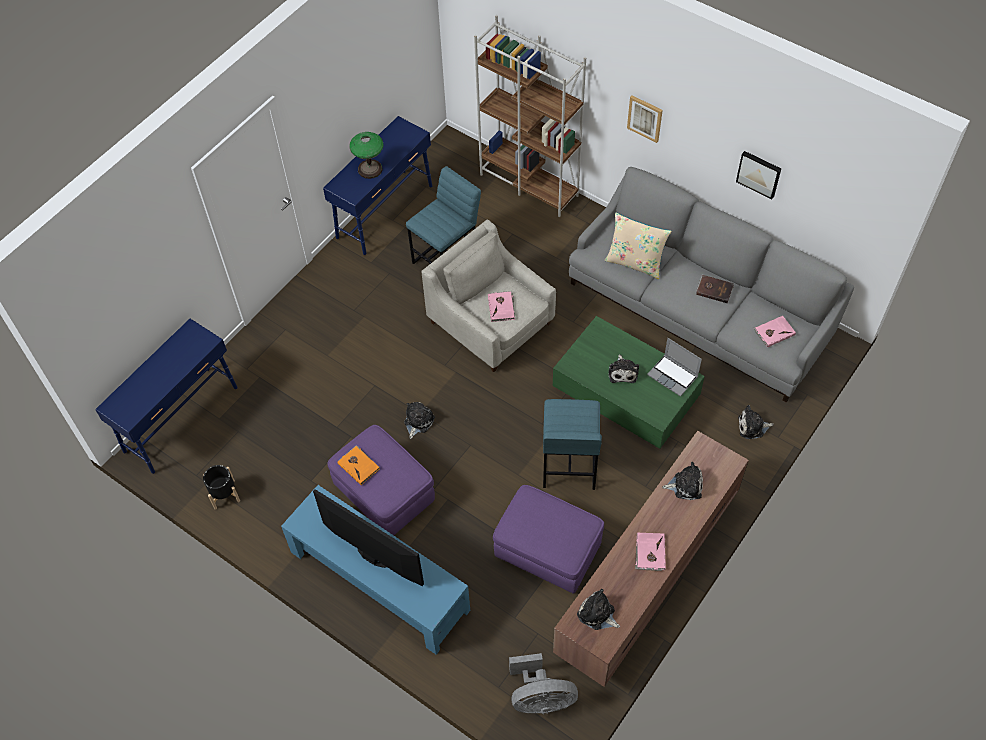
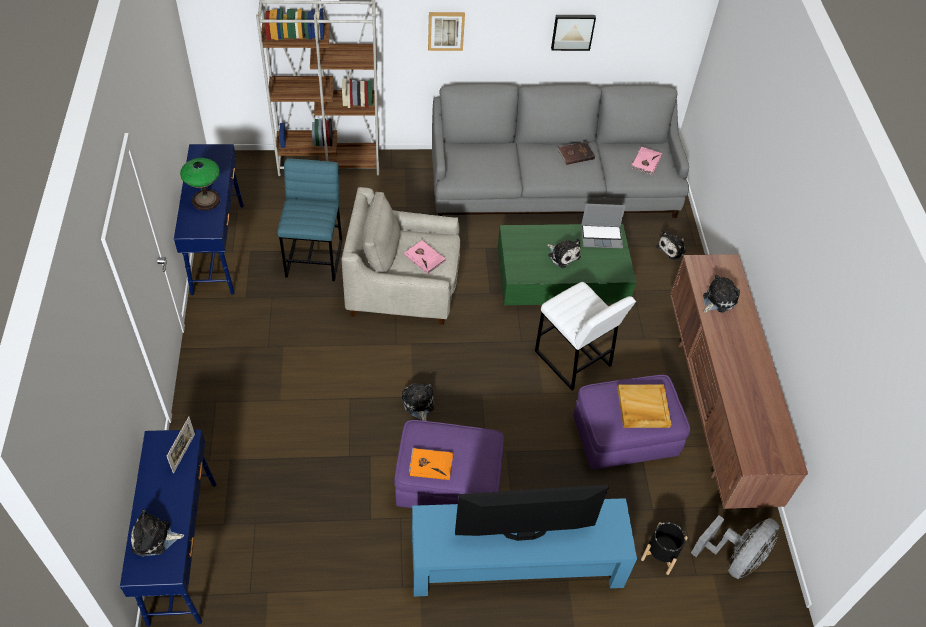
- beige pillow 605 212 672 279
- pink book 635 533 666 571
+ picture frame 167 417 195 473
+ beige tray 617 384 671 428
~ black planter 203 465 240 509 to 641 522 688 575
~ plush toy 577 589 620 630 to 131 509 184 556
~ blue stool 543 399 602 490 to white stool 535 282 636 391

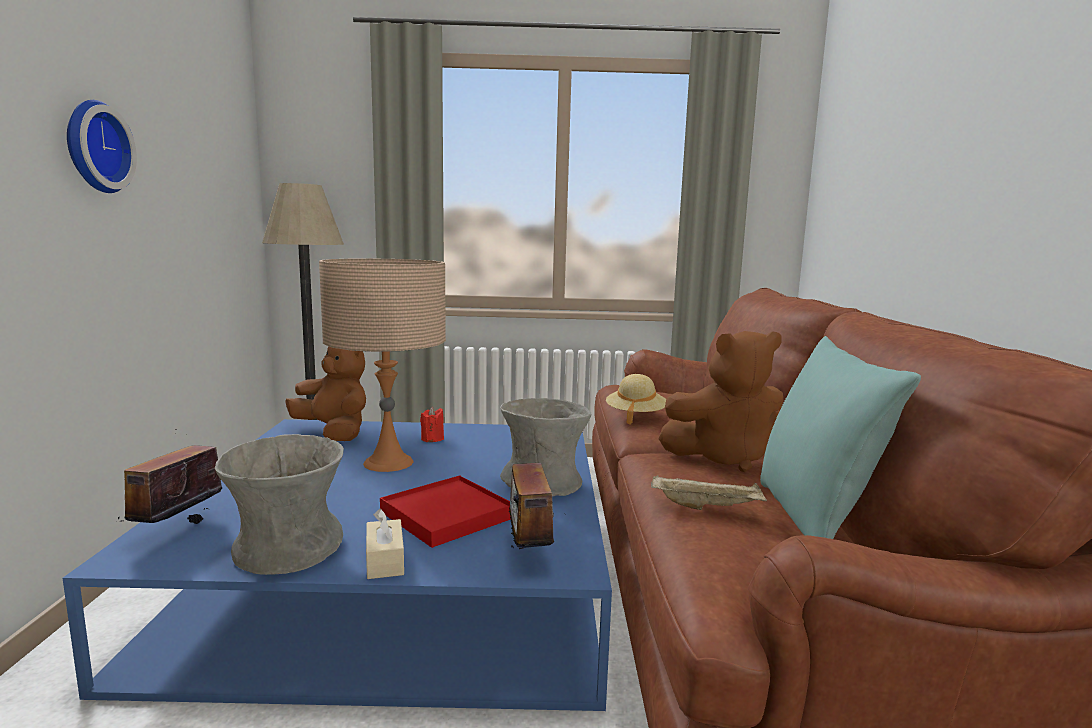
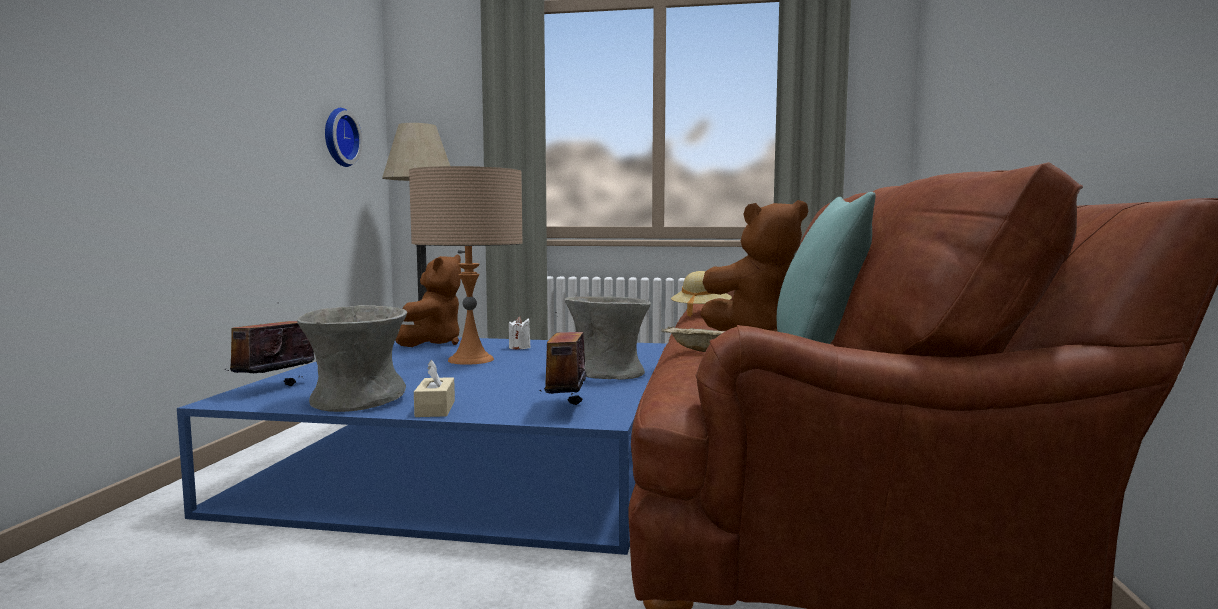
- red tray 380 475 511 548
~ wall clock 67 100 137 193 to 325 108 362 167
~ red candle 420 407 444 442 to white candle 509 316 531 349
~ brown plush toy 285 346 366 441 = 395 254 461 347 60 degrees clockwise

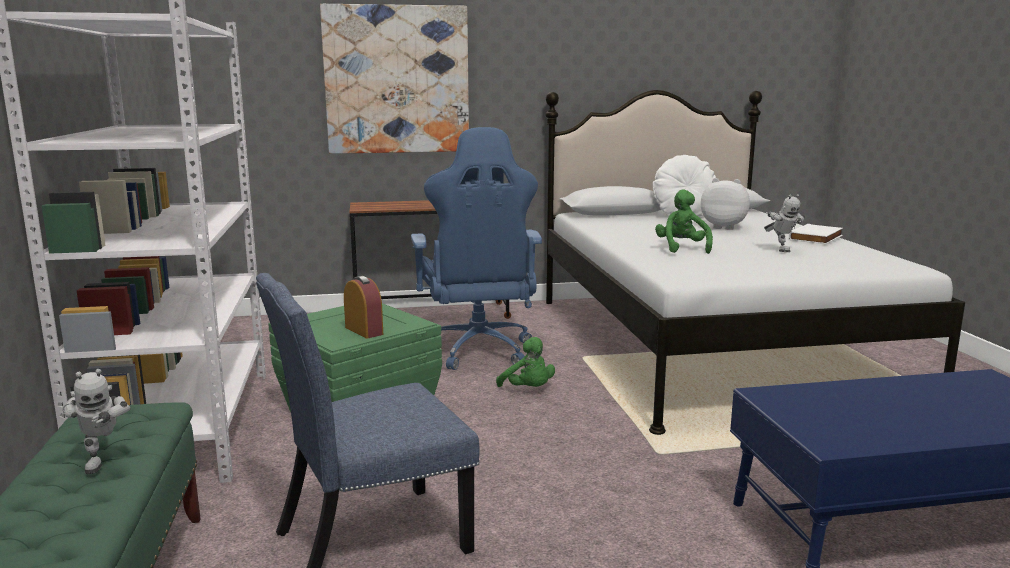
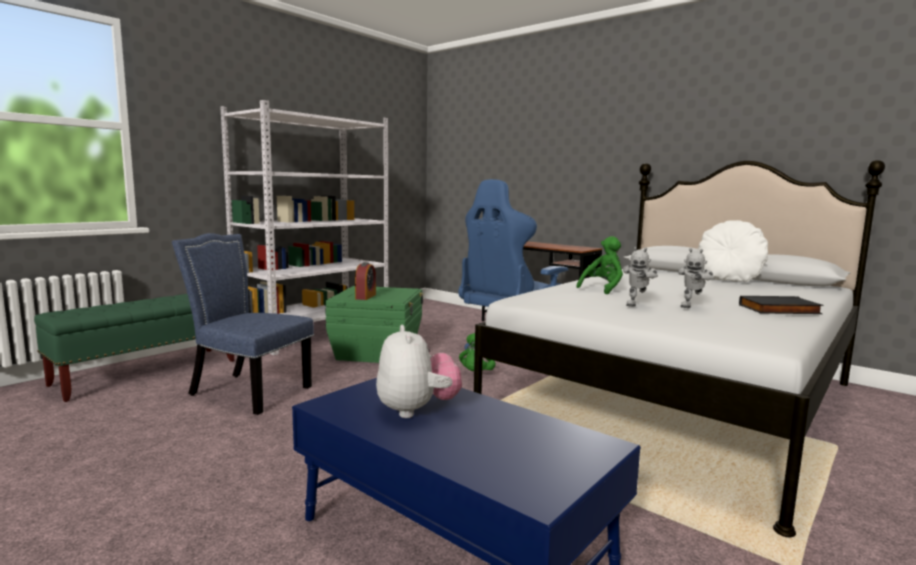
- picture 320 4 469 154
~ toy robot 63 369 131 474 to 623 247 658 307
~ plush toy 701 178 750 230 to 376 324 462 418
~ white book 789 224 843 244 to black book 739 296 823 314

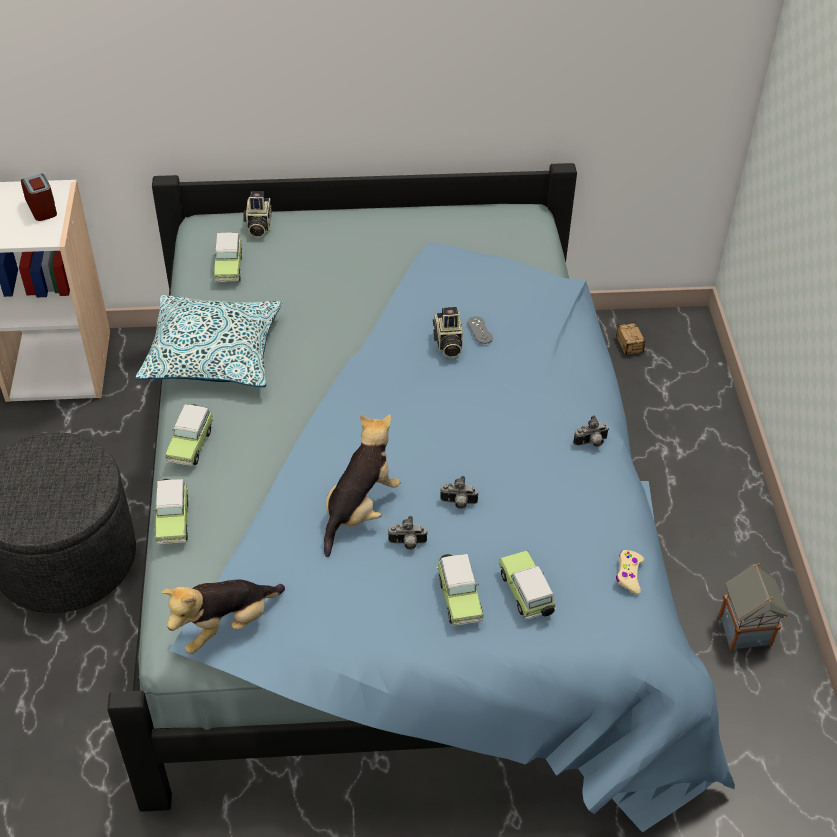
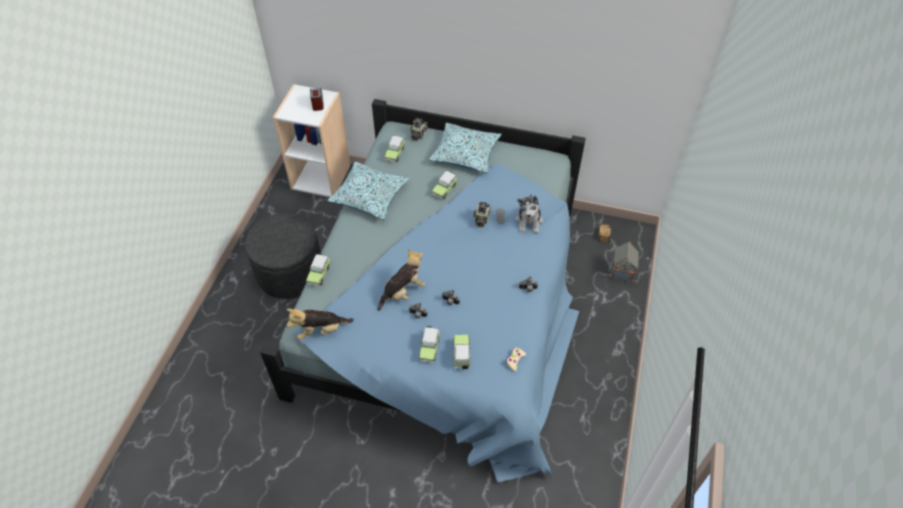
+ pillow 429 123 502 173
+ plush toy 515 194 543 234
~ toy car 165 404 214 466 to 431 171 458 199
~ toy house 719 563 789 651 to 611 242 639 282

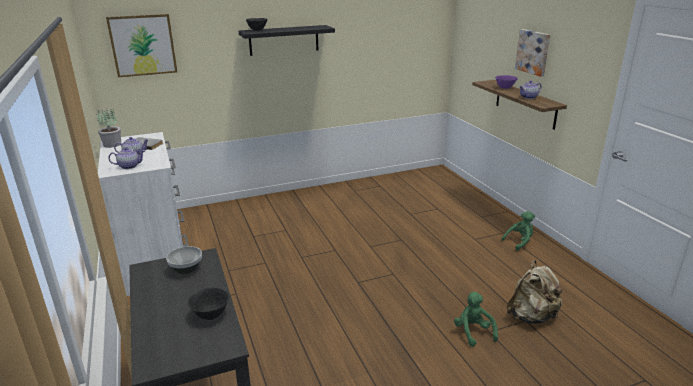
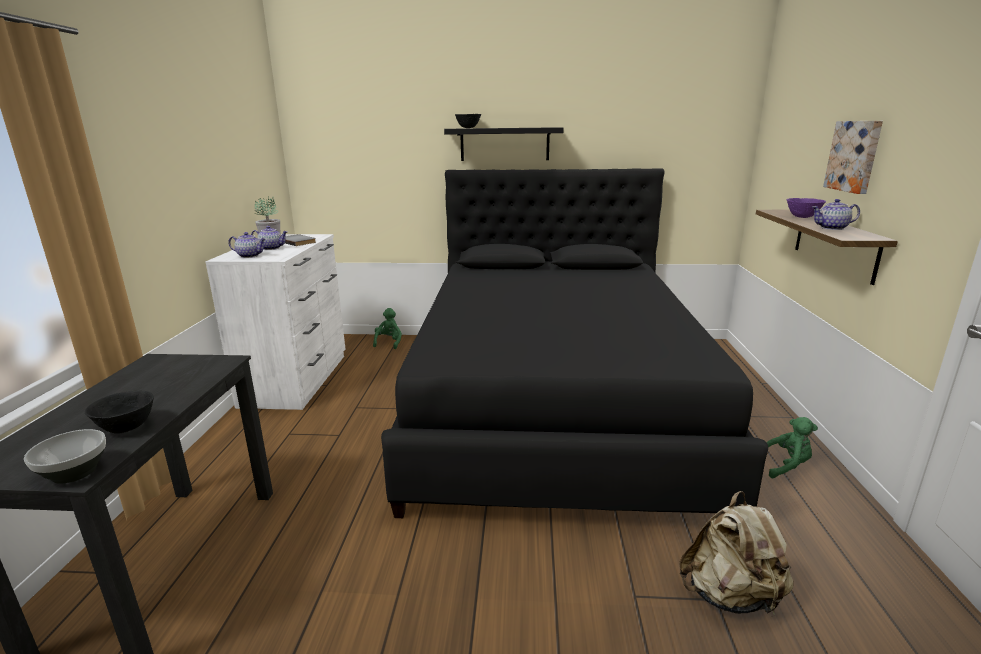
- picture 106 14 177 77
+ black bed 381 168 768 518
~ bowl 166 246 202 274 to 24 429 106 484
~ green plush toy 454 292 498 347 to 373 308 402 349

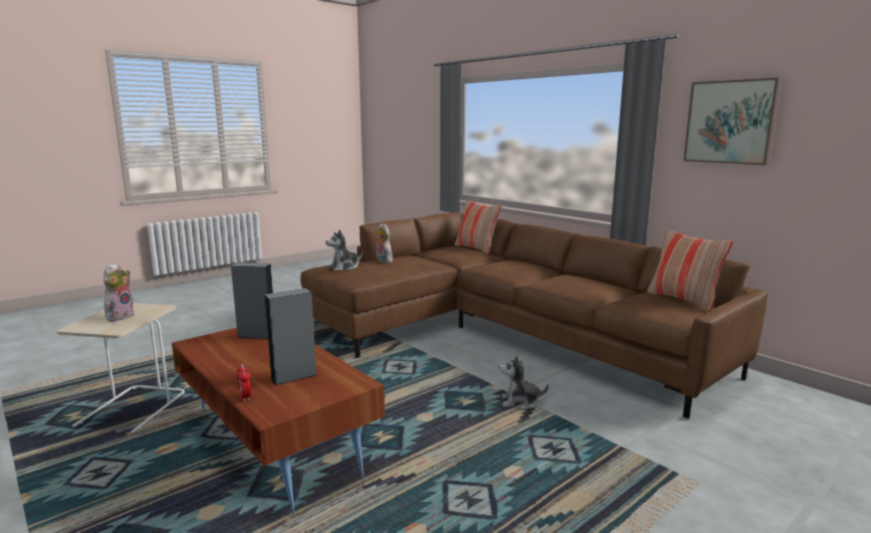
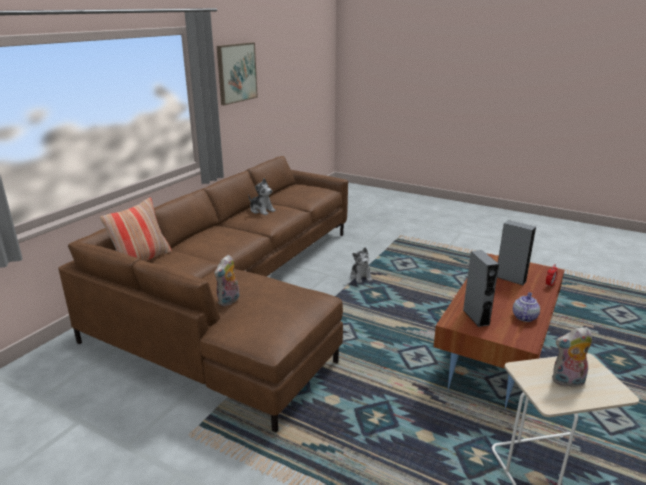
- pillow 647 230 733 311
+ teapot 513 292 540 322
~ plush toy 326 230 363 271 to 248 178 276 215

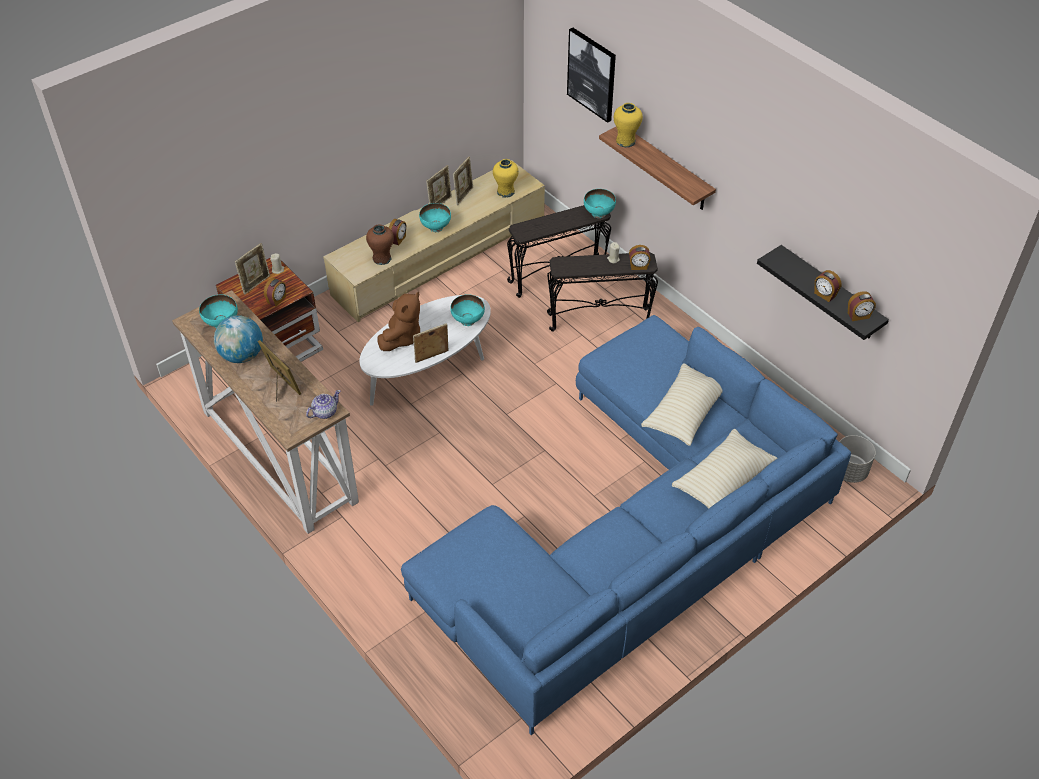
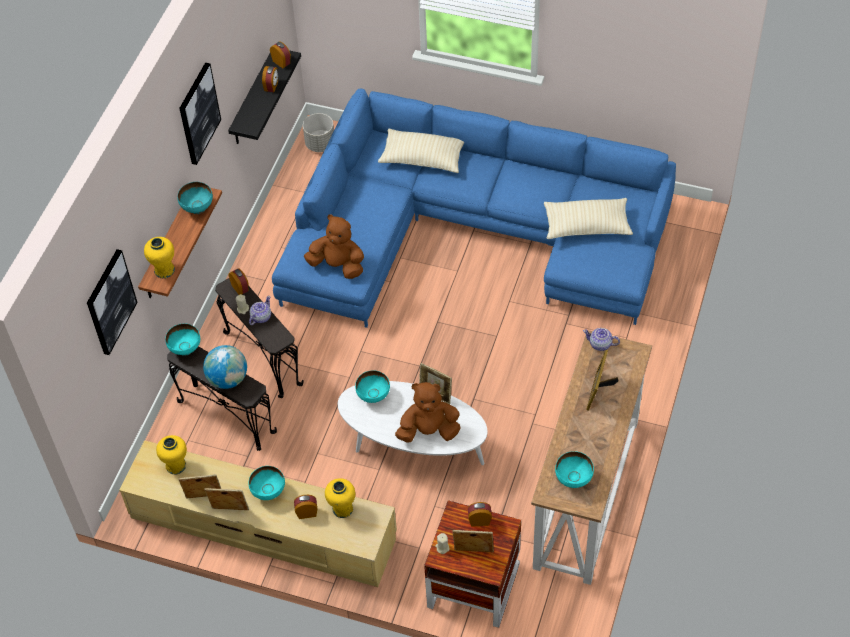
+ turquoise bowl 177 182 213 214
+ picture 179 63 221 165
+ teapot 249 296 271 325
+ brown plush toy 304 215 364 279
~ globe 214 315 263 363 to 203 345 247 389
~ beige pillow 641 363 723 446 to 544 198 633 239
~ brown vase 366 224 394 265 to yellow vase 325 478 355 518

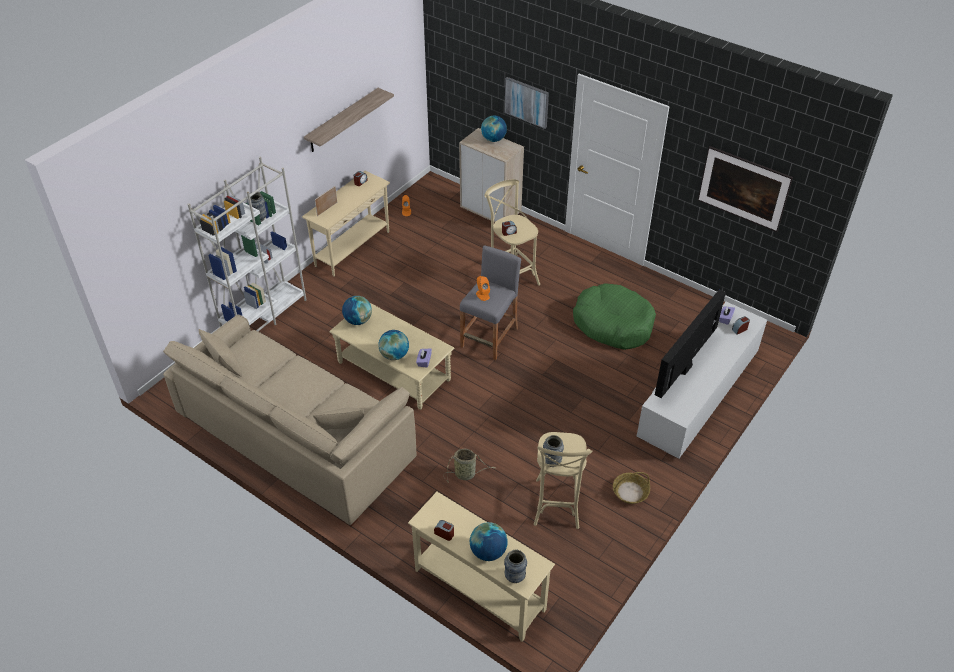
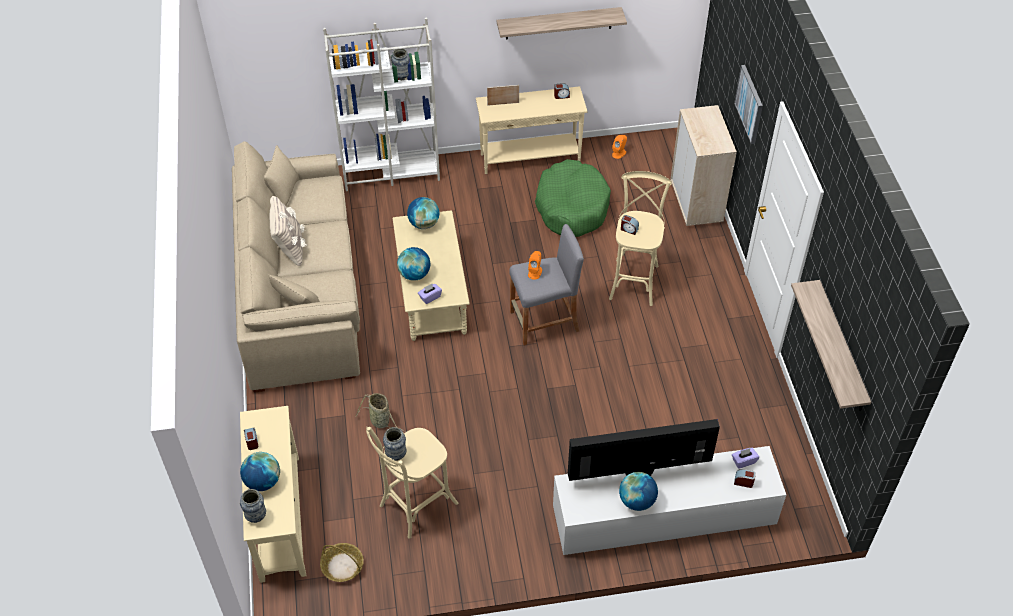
+ beige pillow 270 196 306 266
~ globe 481 116 507 142 to 619 472 658 511
~ green dog bed 573 283 656 350 to 535 159 611 237
~ basket 613 472 650 504 to 320 543 364 582
~ picture 698 146 793 232 to shelf 791 280 871 411

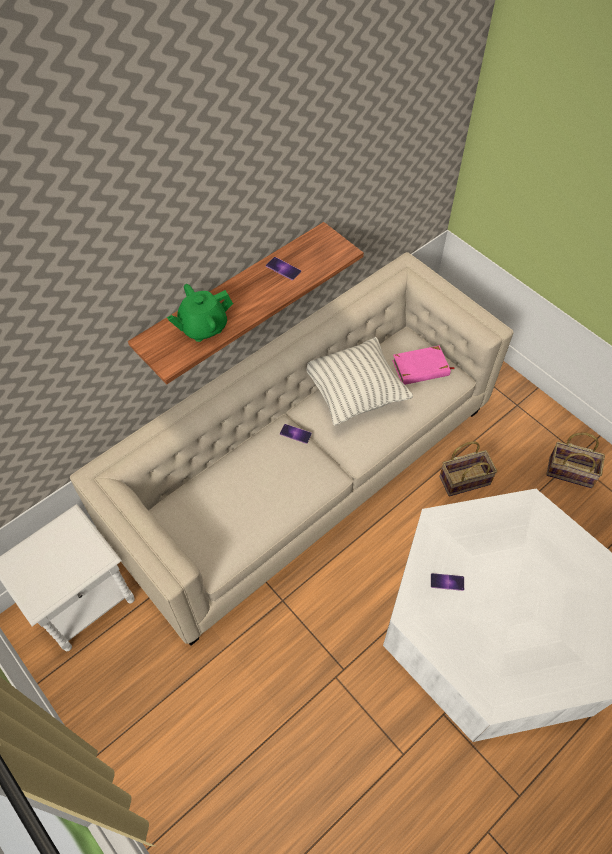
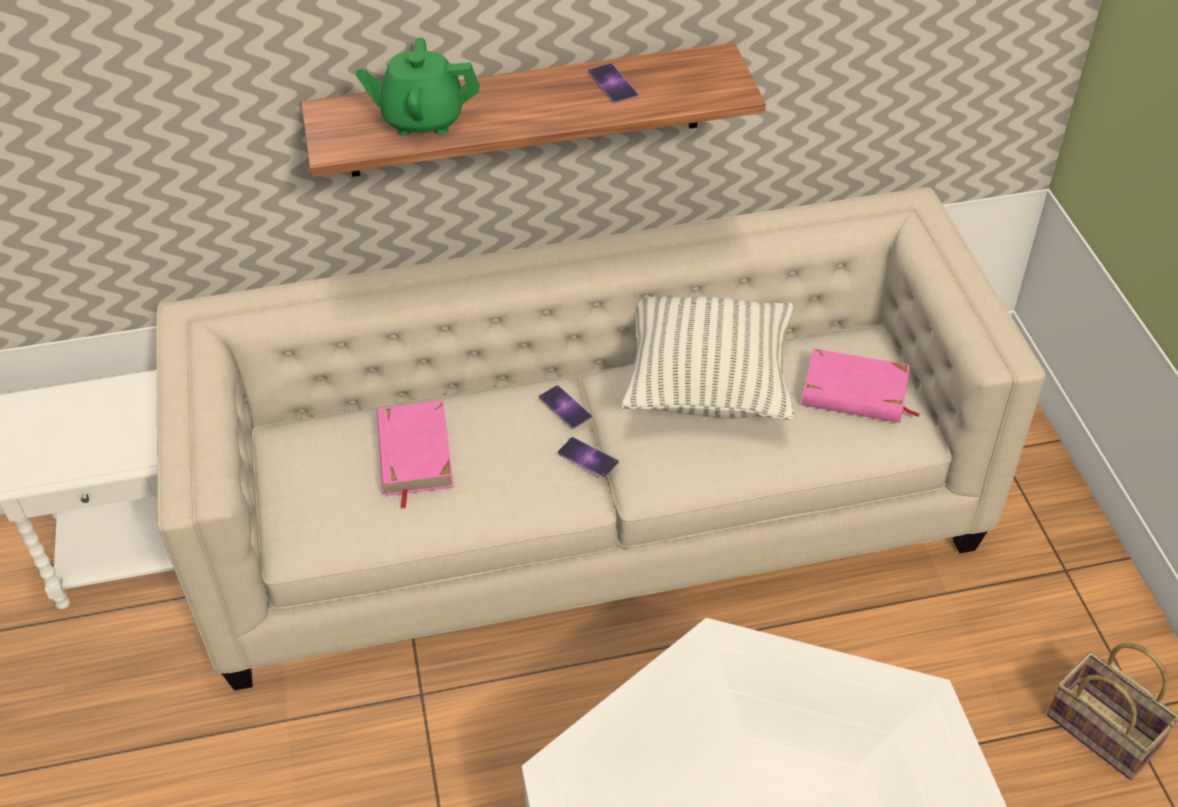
- basket 439 441 497 496
+ pink book 377 401 454 509
~ phone 431 573 464 591 to 558 437 619 478

